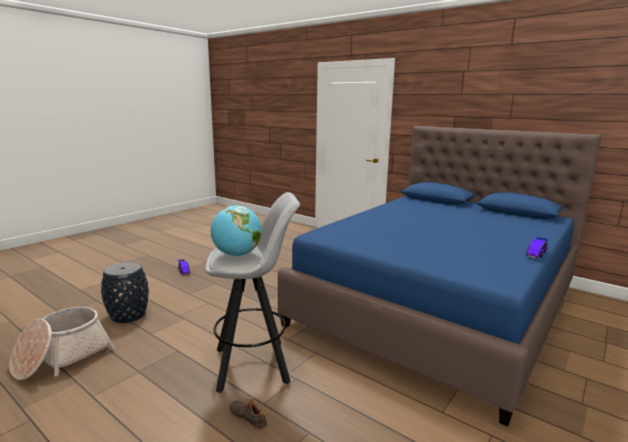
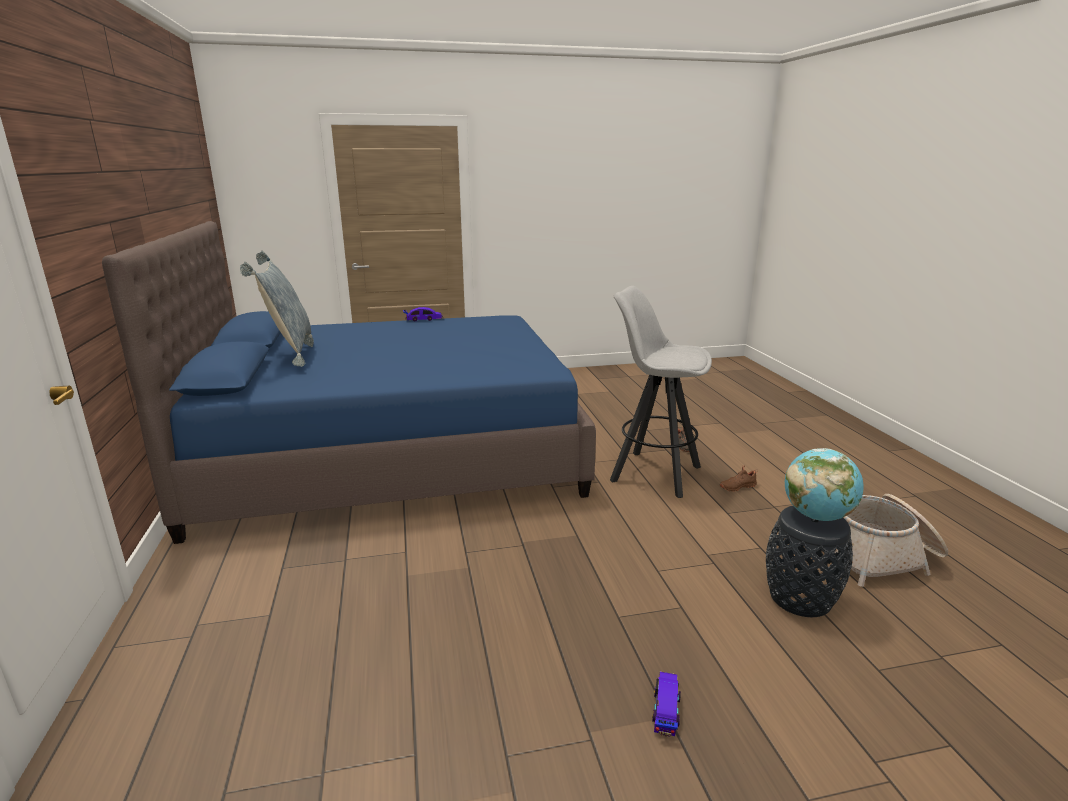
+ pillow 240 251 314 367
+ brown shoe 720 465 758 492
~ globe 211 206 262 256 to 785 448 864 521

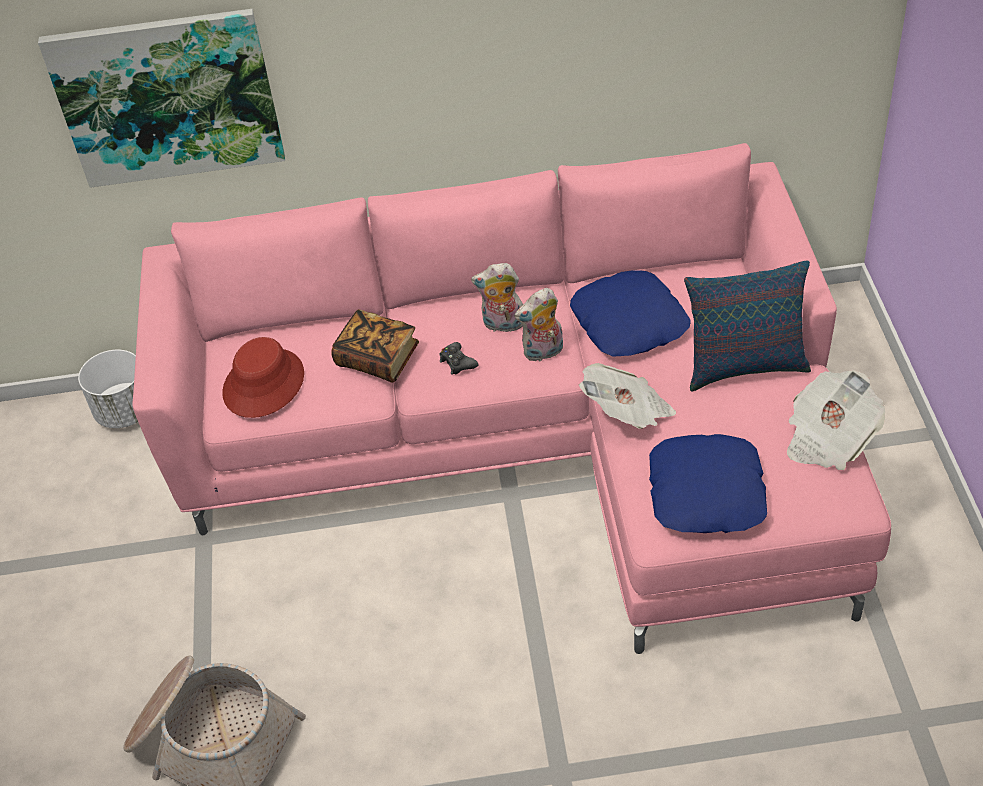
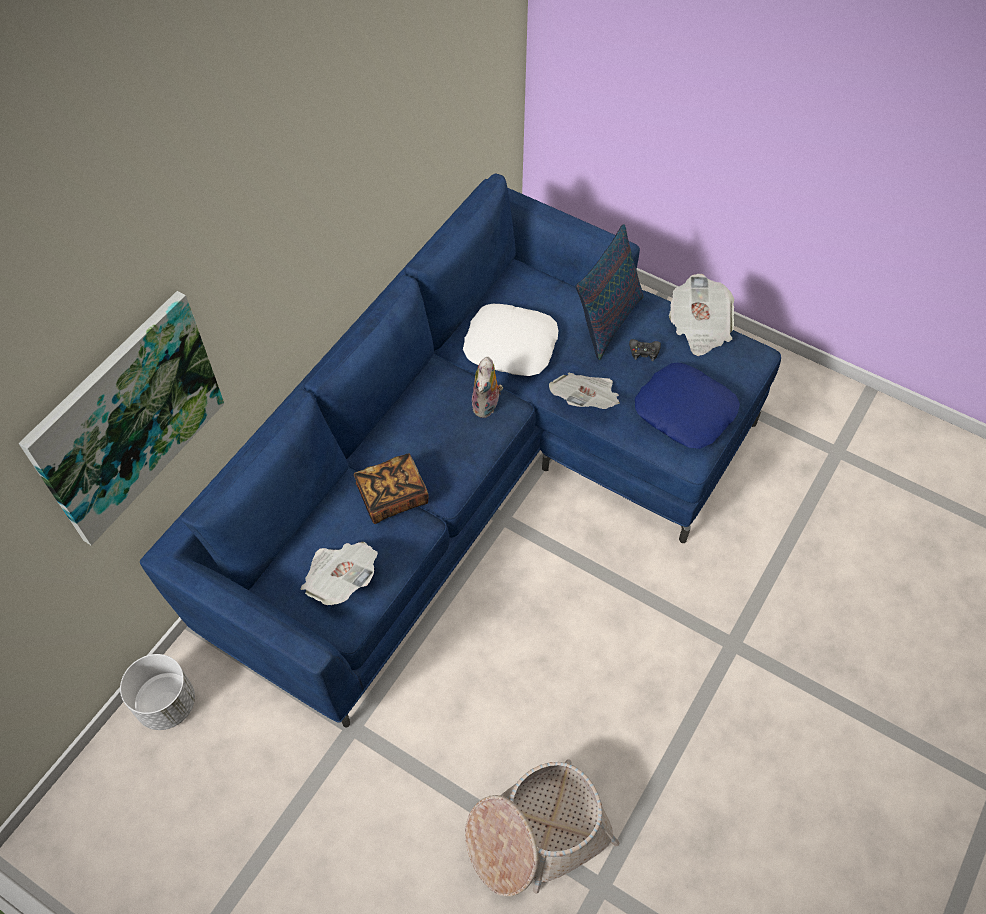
- plush toy 471 263 523 332
~ black game controller 439 342 479 375 to 629 339 661 361
~ red hat 222 337 304 418 to newspaper 301 542 378 605
~ pink sofa 133 143 891 654 to blue sofa 140 174 781 727
~ blue pillow 570 270 691 357 to white pillow 463 304 558 376

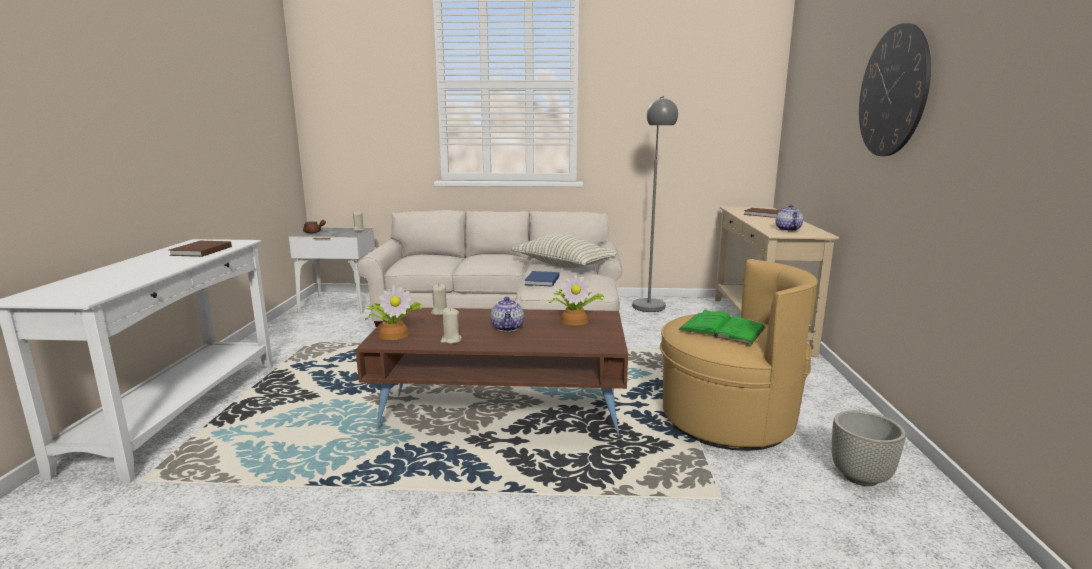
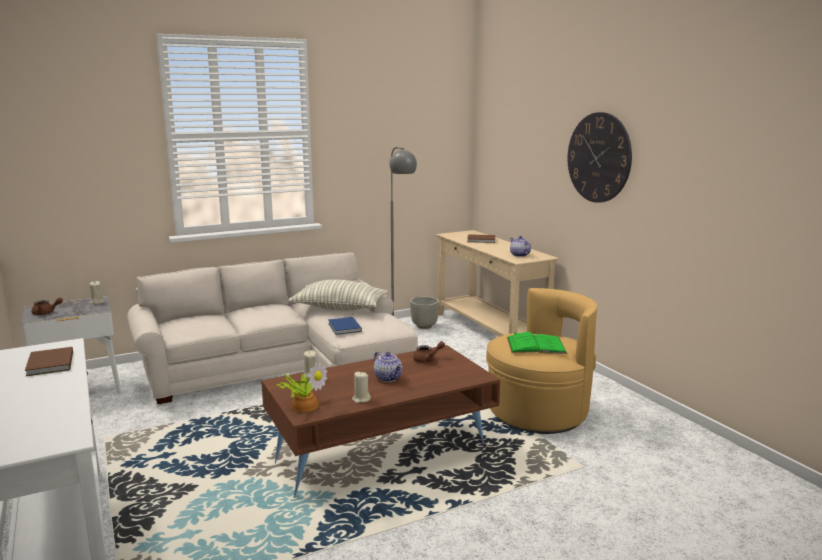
~ grey planter 832 411 906 486 to 410 297 439 329
~ potted plant 549 274 605 325 to brown teapot 413 341 445 363

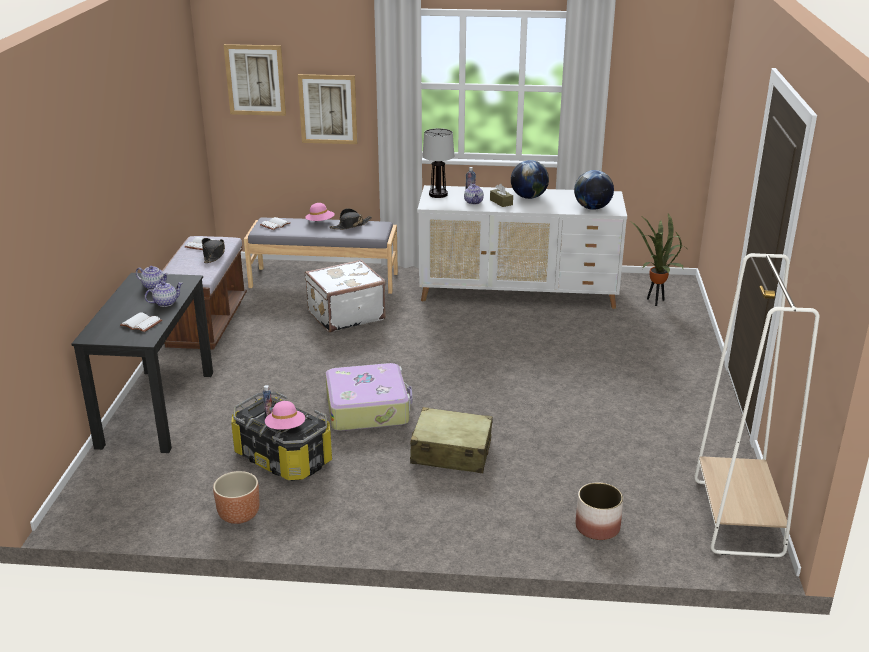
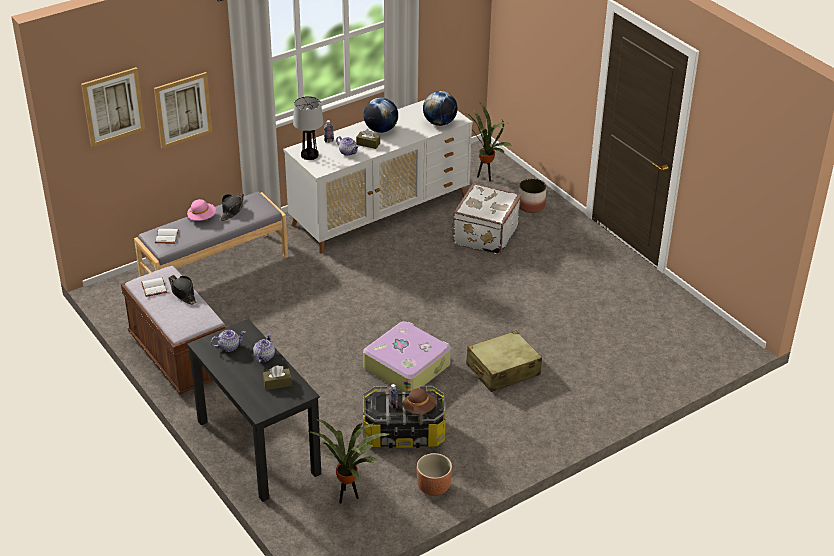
- clothes rack 694 253 820 558
+ potted plant 309 419 390 504
~ white suitcase 305 259 386 333 to 452 183 521 255
~ planter 576 482 623 540 to 518 178 547 213
~ white book 120 313 162 332 to brown tissue box 263 365 292 390
~ pink hat 265 401 305 430 to brown hat 403 388 436 414

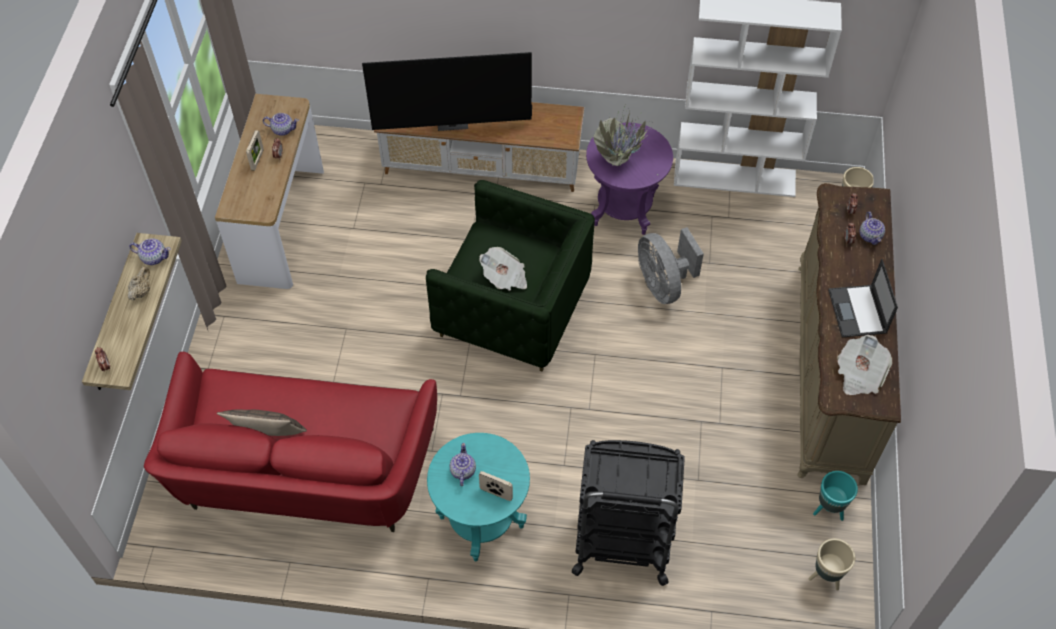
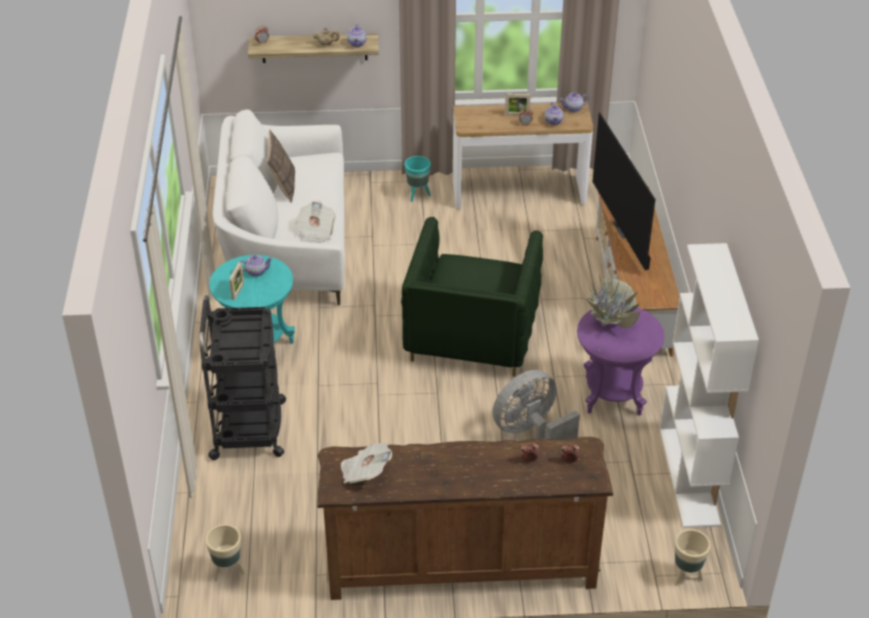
- laptop 828 259 898 337
~ newspaper 479 247 527 291 to 296 201 336 243
~ turquoise planter 813 471 858 521 to 405 156 431 202
~ teapot 860 212 885 245 to 560 93 589 112
~ red sofa 144 352 437 532 to white sofa 213 110 345 305

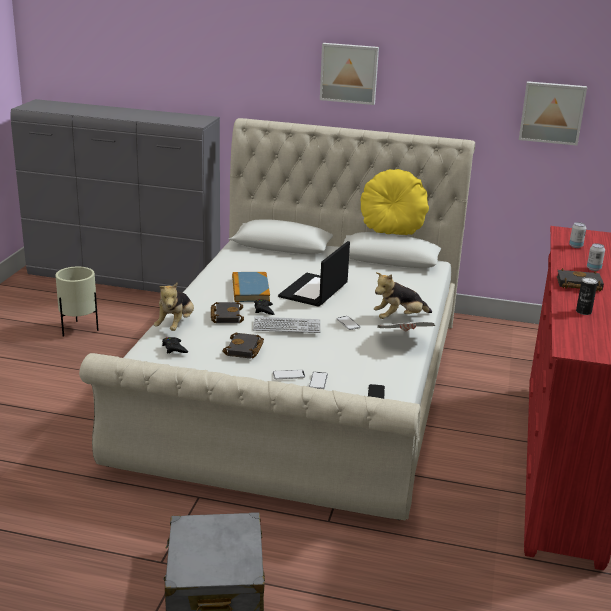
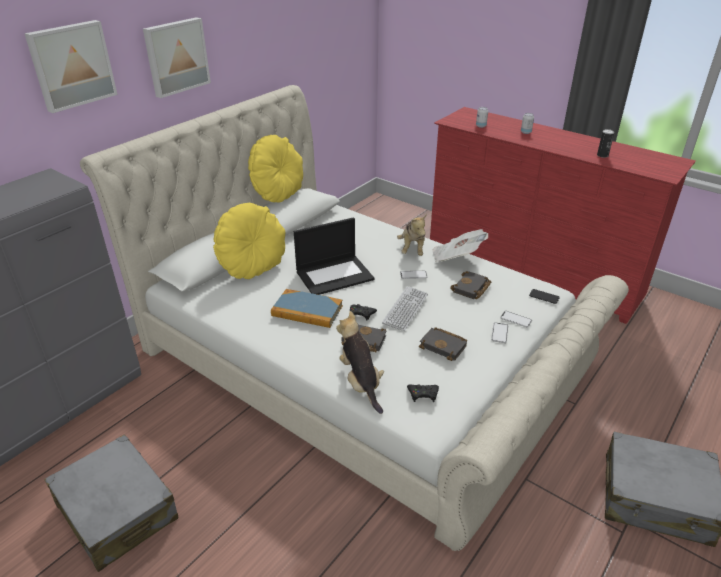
+ yellow pillow 213 203 285 279
~ picture 519 81 587 145 to 24 20 118 113
~ black book 557 268 604 291 to 450 271 491 299
~ beige planter 55 266 99 337 to grey suitcase 44 434 179 572
~ plush toy 154 282 194 331 = 336 311 384 414 150 degrees counterclockwise
~ laptop 278 241 350 307 = 294 217 374 295 75 degrees counterclockwise

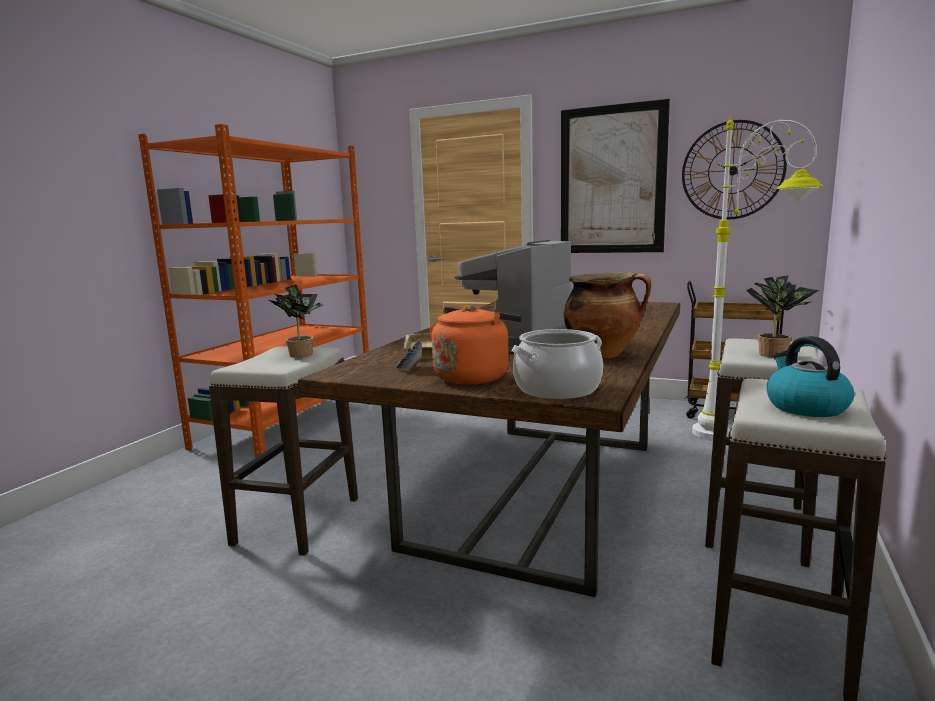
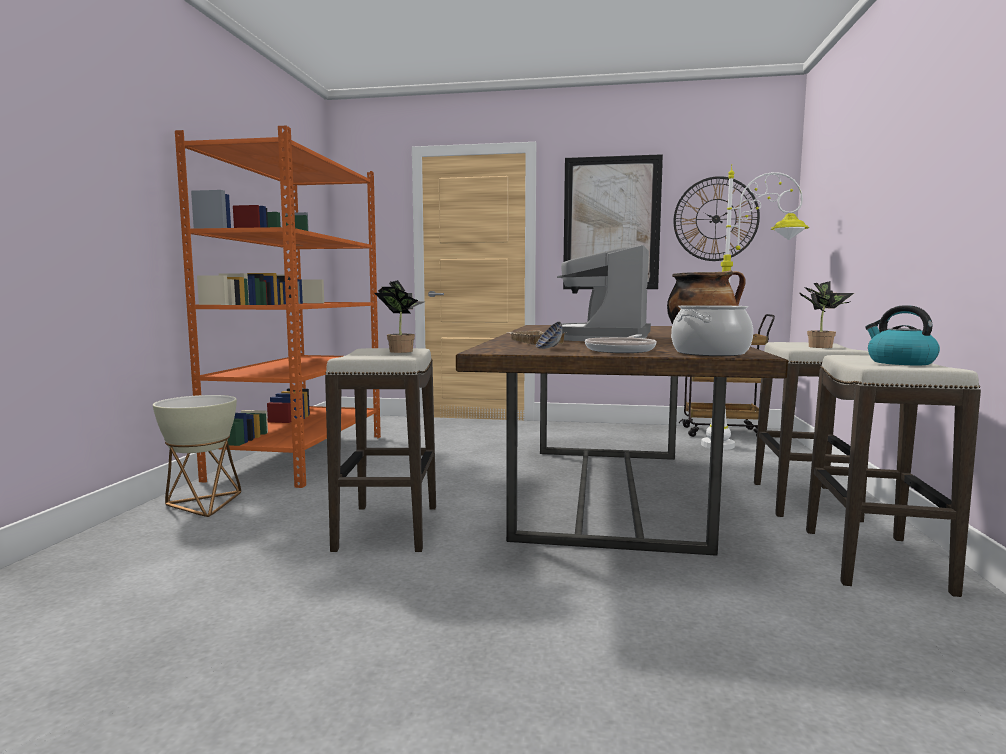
+ planter 153 395 241 517
~ orange kettle 429 305 522 385 to frying pan 585 334 656 353

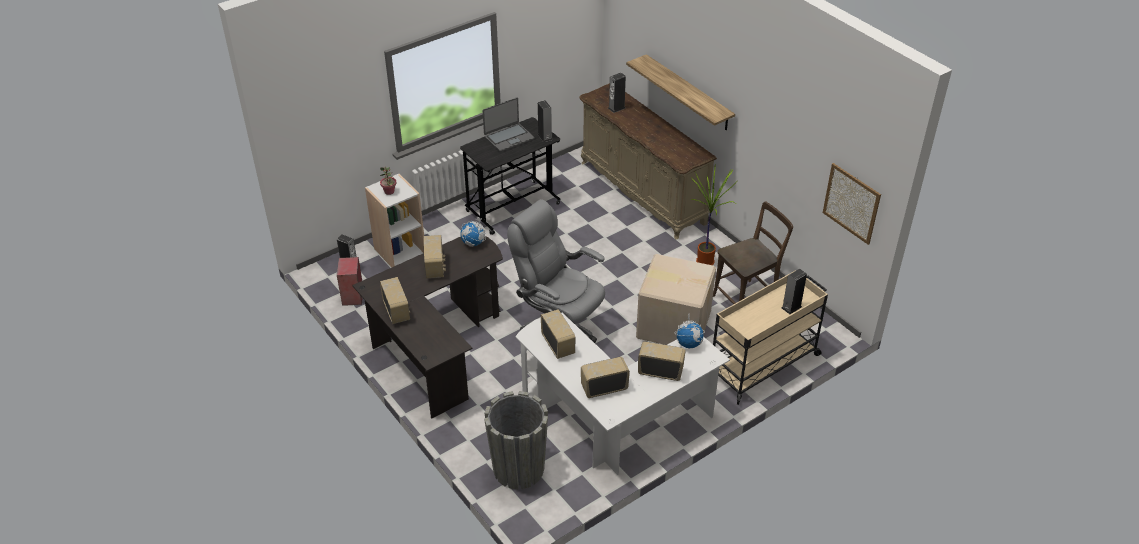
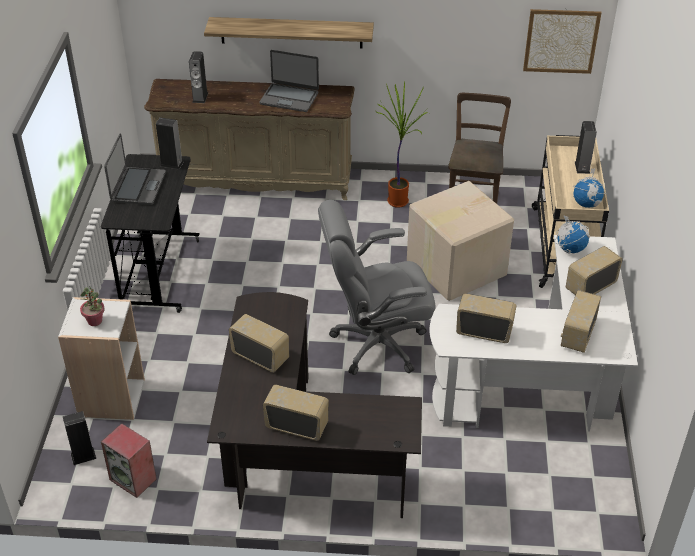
- grey planter 484 391 548 490
+ laptop 260 50 319 112
~ globe 460 217 486 247 to 573 168 606 208

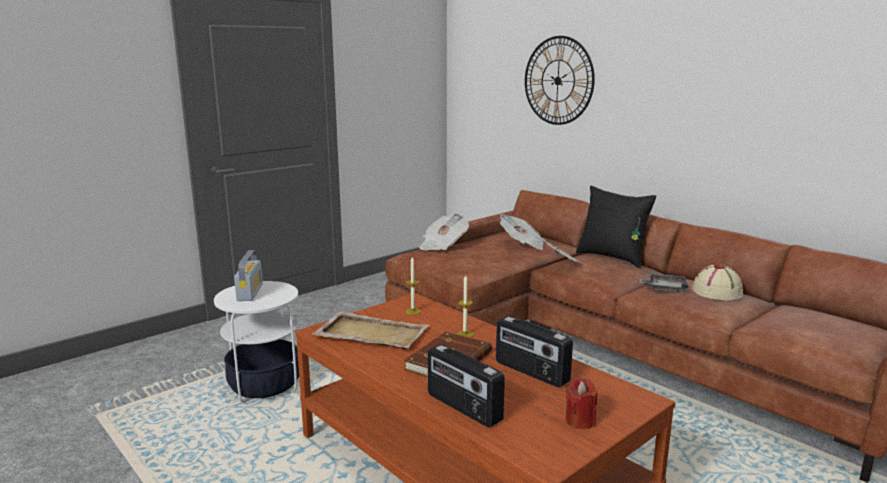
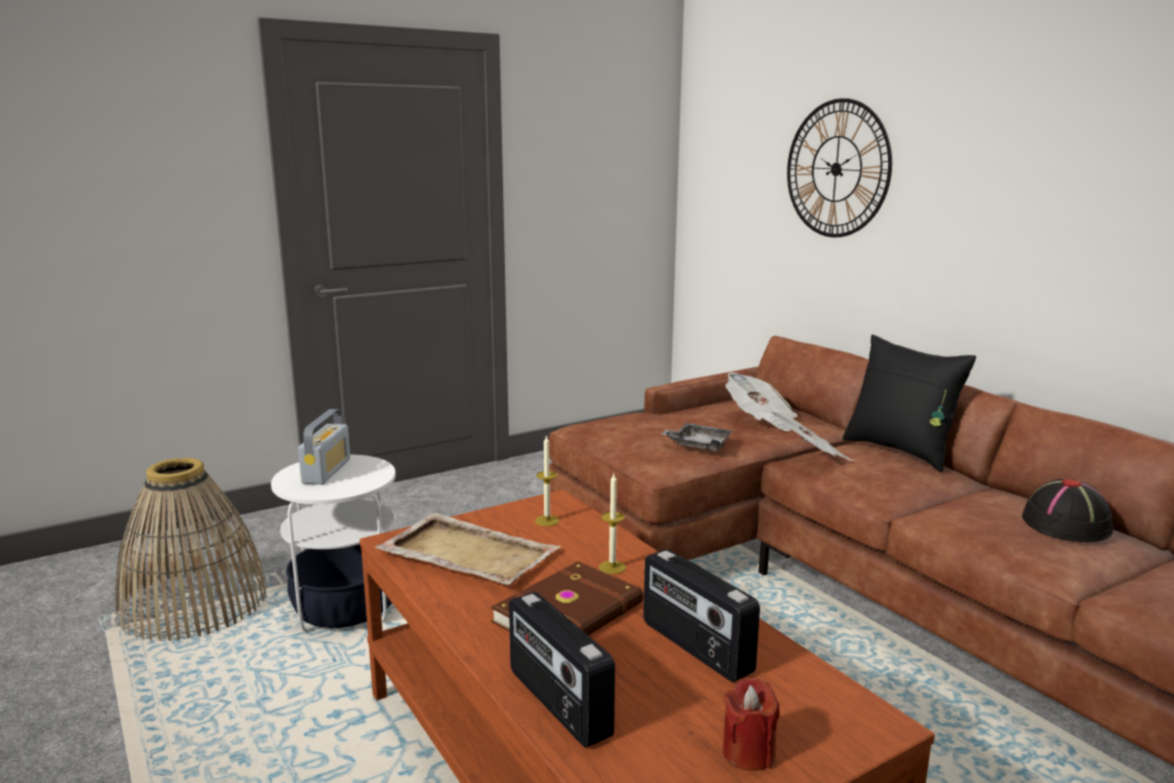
- newspaper 419 213 469 251
+ basket 115 458 267 641
~ grey tray 639 273 688 293 to 661 423 732 451
~ beige hat 692 265 743 300 to black hat 1022 479 1113 542

